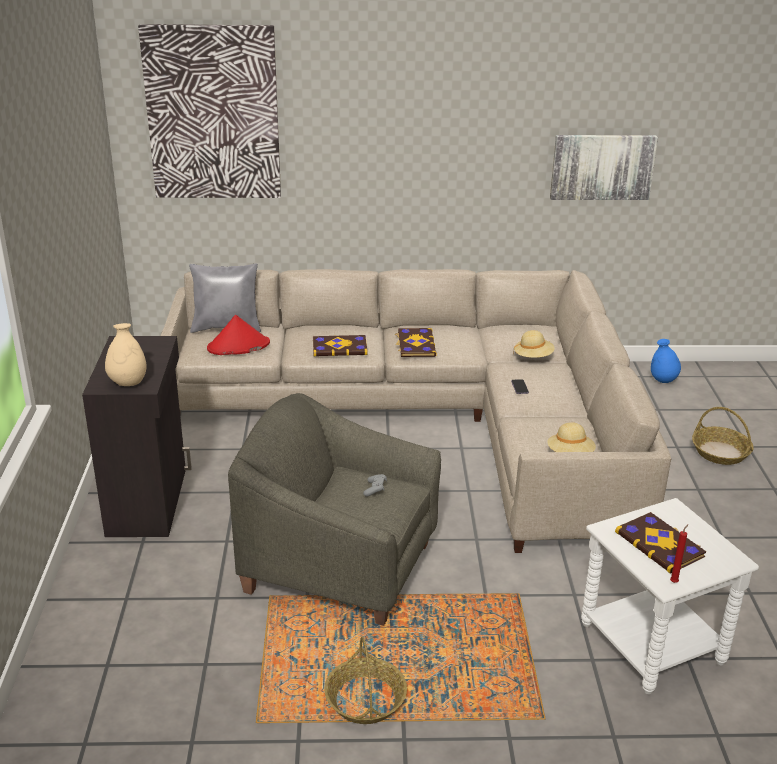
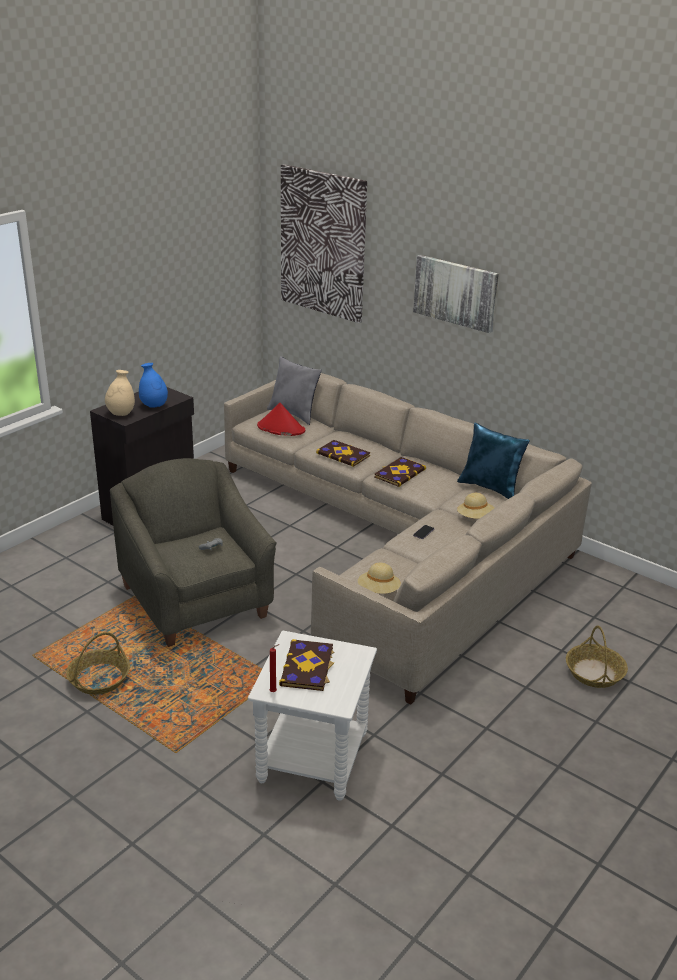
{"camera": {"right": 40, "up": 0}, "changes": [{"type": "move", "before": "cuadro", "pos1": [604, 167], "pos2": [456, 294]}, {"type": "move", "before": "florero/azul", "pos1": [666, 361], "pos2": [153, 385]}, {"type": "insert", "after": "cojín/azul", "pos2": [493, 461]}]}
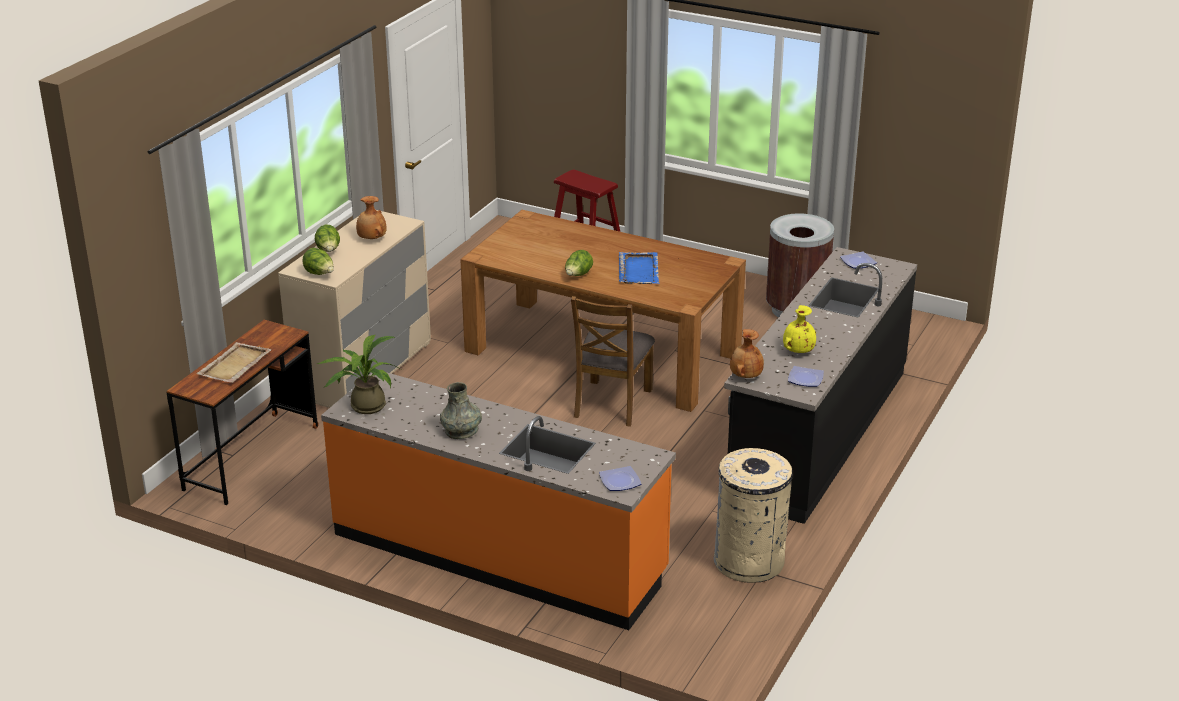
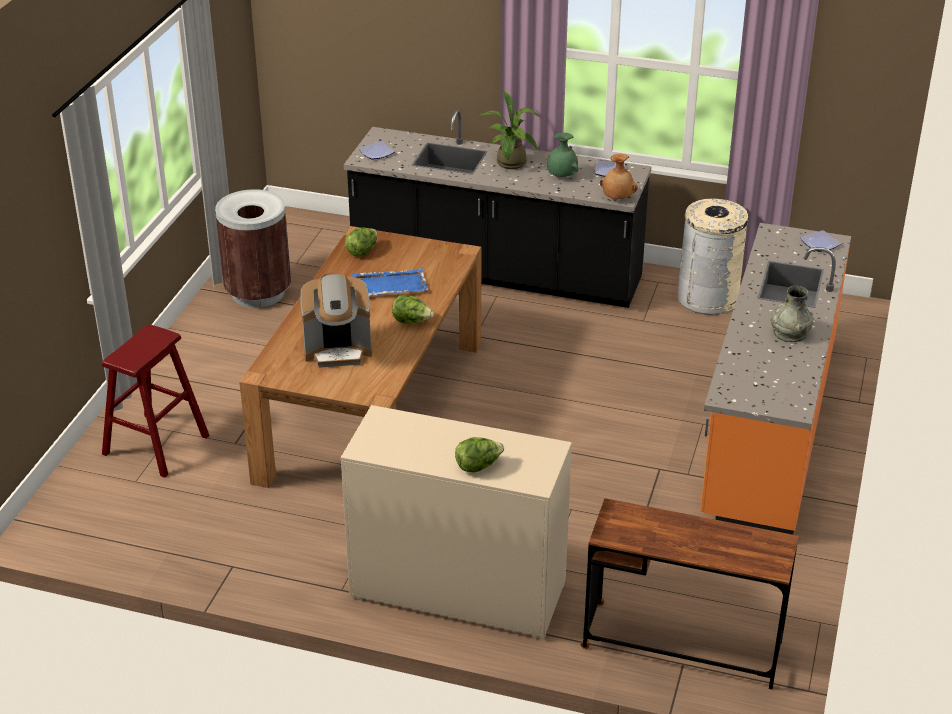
{"camera": {"right": -100, "up": 5}, "changes": [{"type": "delete", "before": "florero/marrón", "pos1": [371, 217]}, {"type": "move", "before": "lechuga", "pos1": [318, 261], "pos2": [361, 242]}, {"type": "delete", "before": "silla/marrón", "pos1": [613, 361]}, {"type": "recolor", "before": "florero/amarillo", "after": "florero/verde", "pos1": [799, 329], "pos2": [562, 155]}, {"type": "move", "before": "planta en maceta", "pos1": [359, 374], "pos2": [510, 130]}, {"type": "delete", "before": "bandeja/beis", "pos1": [234, 362]}, {"type": "insert", "after": "cafetera", "pos2": [336, 320]}]}
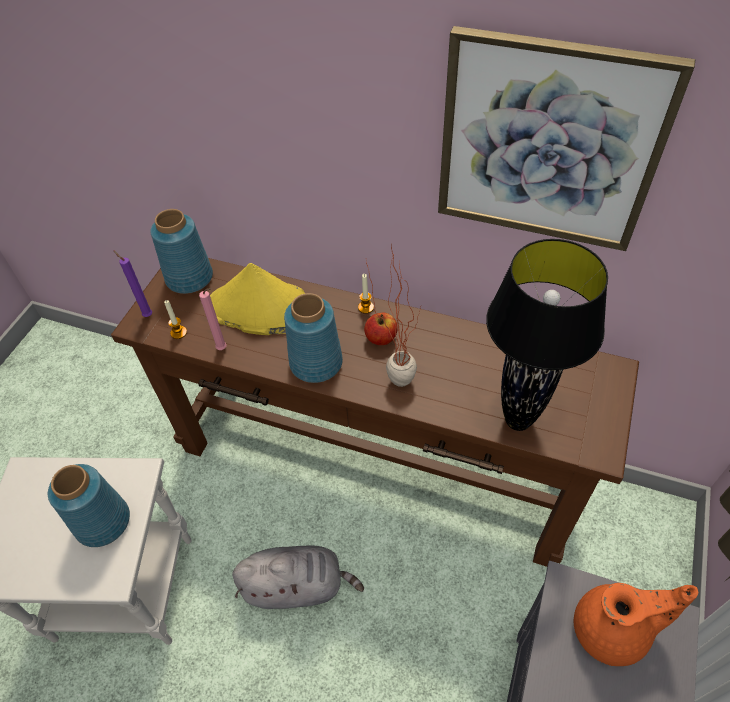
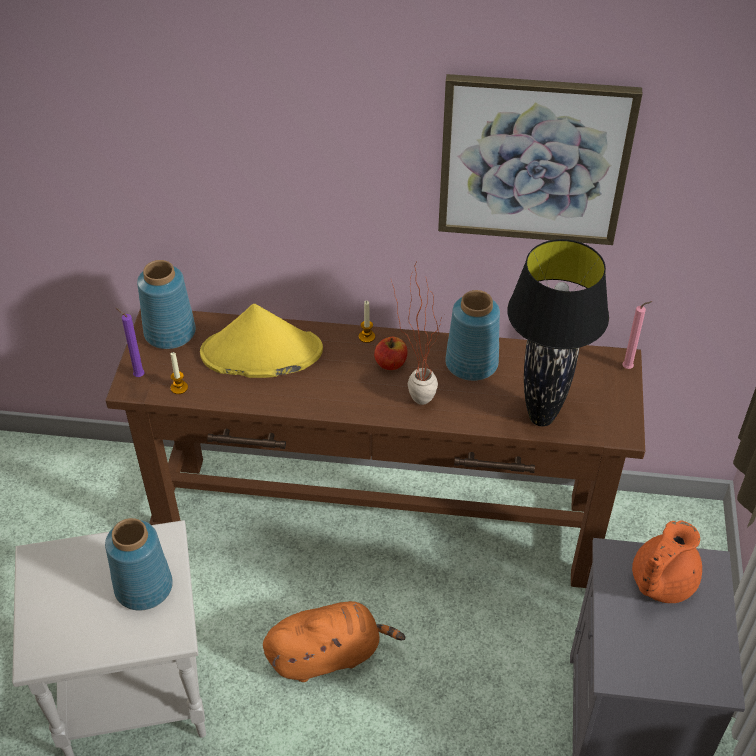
{"camera": {"right": -15, "up": -5}, "changes": [{"type": "move", "before": "vela/rosa", "pos1": [213, 319], "pos2": [637, 335]}, {"type": "move", "before": "florero/azul", "pos1": [313, 338], "pos2": [472, 335]}, {"type": "recolor", "before": "peluche/gris", "after": "peluche/naranja", "pos1": [298, 577], "pos2": [334, 641]}, {"type": "rotate", "before": "tetera/naranja", "pos1": [636, 624], "pos2": [667, 562], "turn": 150}]}
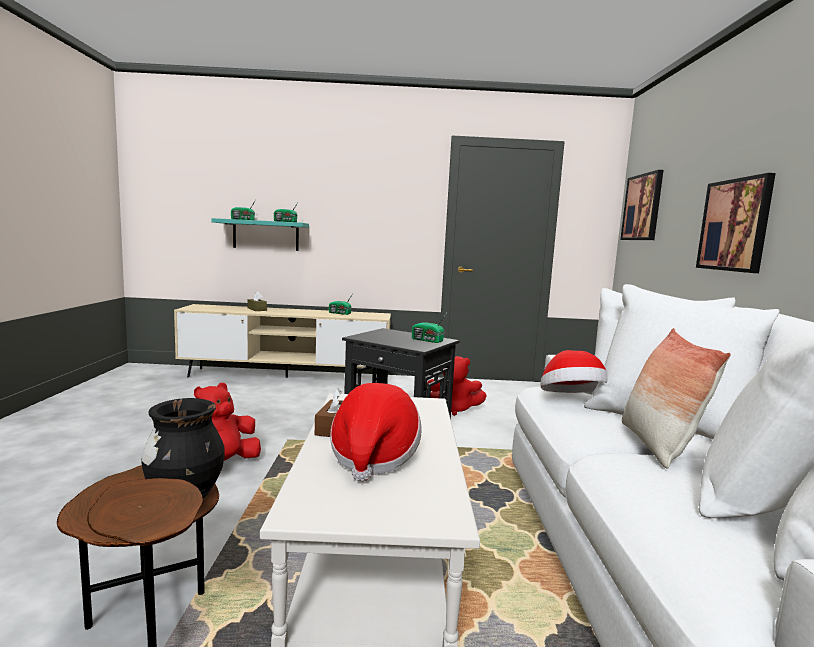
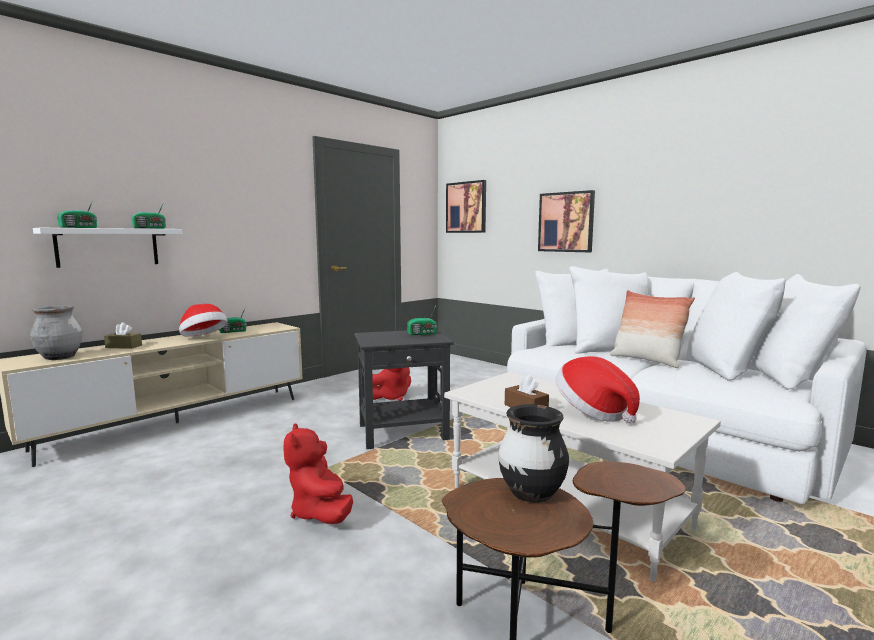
{"camera": {"right": -45, "up": 0}, "changes": [{"type": "recolor", "before": "estante/turquesa", "after": "estante/blanco", "pos1": [260, 234], "pos2": [107, 248]}, {"type": "move", "before": "sombrero", "pos1": [574, 371], "pos2": [203, 320]}, {"type": "insert", "after": "florero/gris", "pos2": [56, 332]}]}
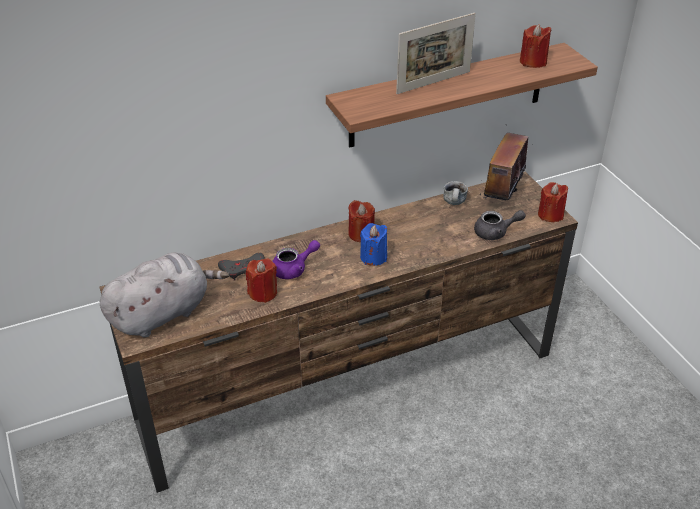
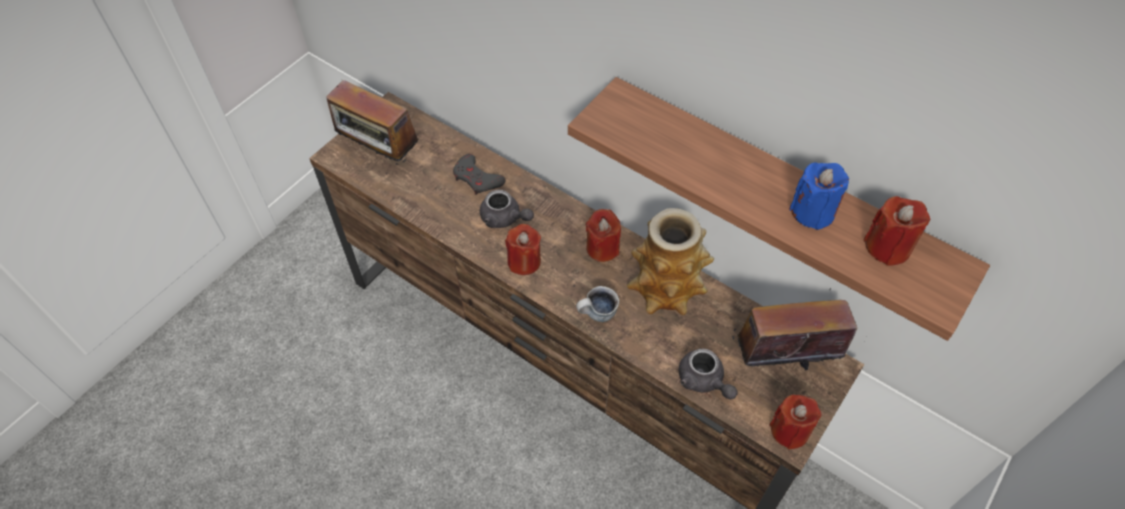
{"camera": {"right": 60, "up": 15}, "changes": [{"type": "delete", "before": "portarretratos", "pos1": [436, 53]}, {"type": "move", "before": "taza grande", "pos1": [455, 193], "pos2": [597, 304]}, {"type": "move", "before": "vela/azul", "pos1": [373, 244], "pos2": [819, 196]}, {"type": "recolor", "before": "tetera/morado", "after": "tetera/gris", "pos1": [296, 259], "pos2": [507, 209]}, {"type": "replace", "before": "peluche/gris", "after": "radio", "pos1": [164, 295], "pos2": [372, 122]}, {"type": "move", "before": "vela/rojo", "pos1": [261, 280], "pos2": [523, 249]}, {"type": "insert", "after": "florero", "pos2": [670, 261]}]}
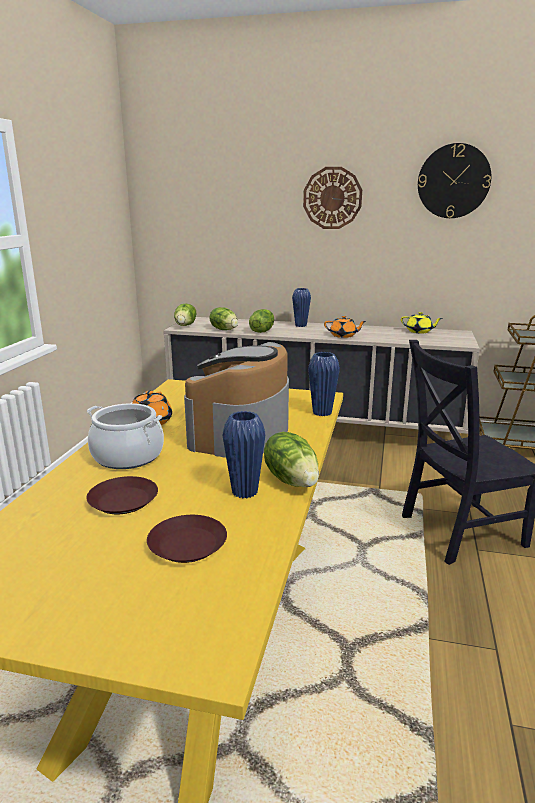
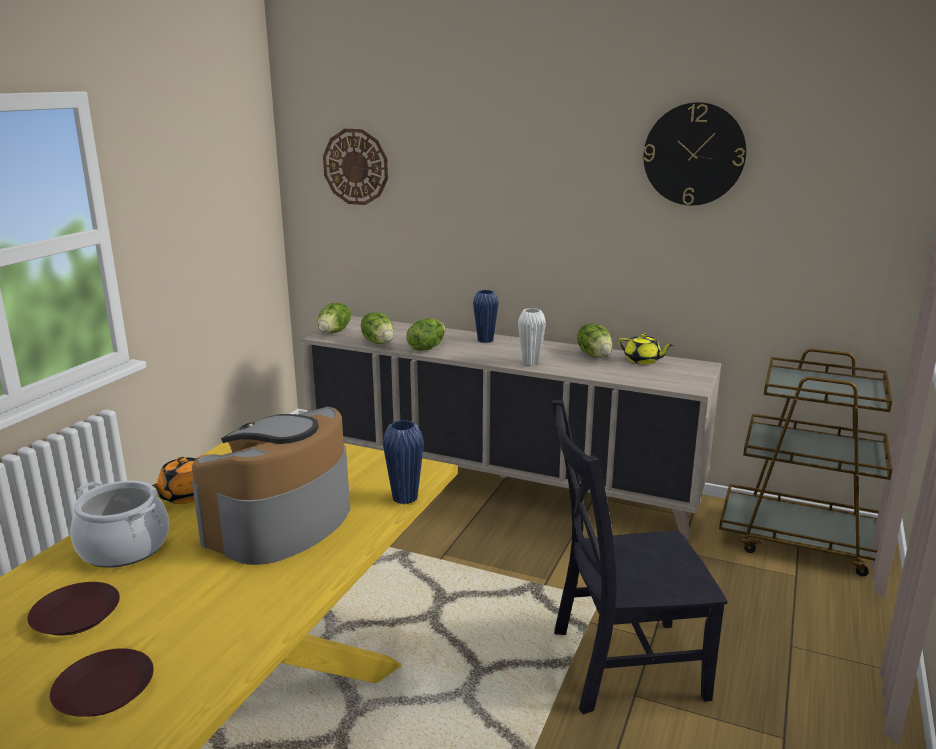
{"camera": {"right": 10, "up": 0}, "changes": [{"type": "move", "before": "reloj de pared", "pos1": [332, 198], "pos2": [355, 167]}, {"type": "replace", "before": "tetera/naranja", "after": "florero/blanco", "pos1": [345, 327], "pos2": [532, 337]}, {"type": "delete", "before": "florero/azul", "pos1": [243, 454]}, {"type": "move", "before": "lechuga", "pos1": [291, 459], "pos2": [595, 340]}]}
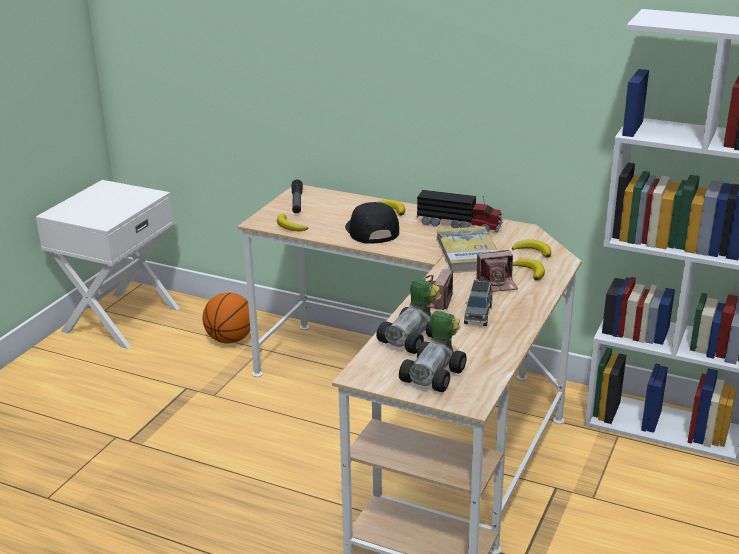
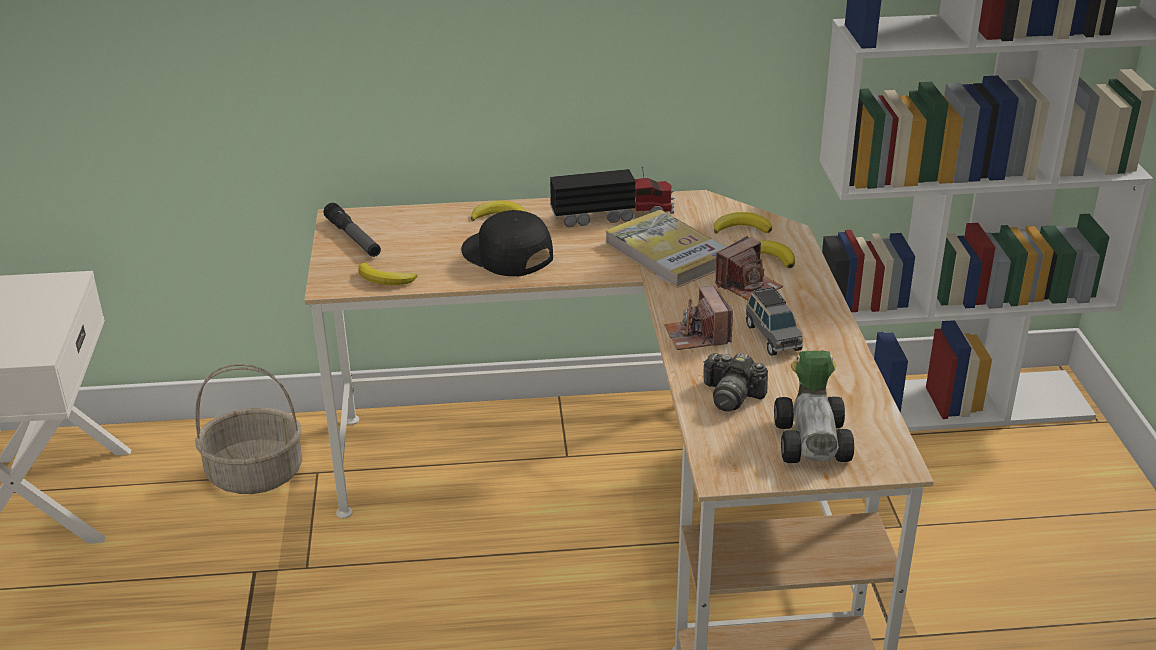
{"camera": {"right": -30, "up": 5}, "changes": [{"type": "replace", "before": "coche de juguete", "after": "cámara", "pos1": [408, 316], "pos2": [735, 382]}, {"type": "replace", "before": "balón de baloncesto", "after": "cesta", "pos1": [226, 318], "pos2": [248, 429]}]}
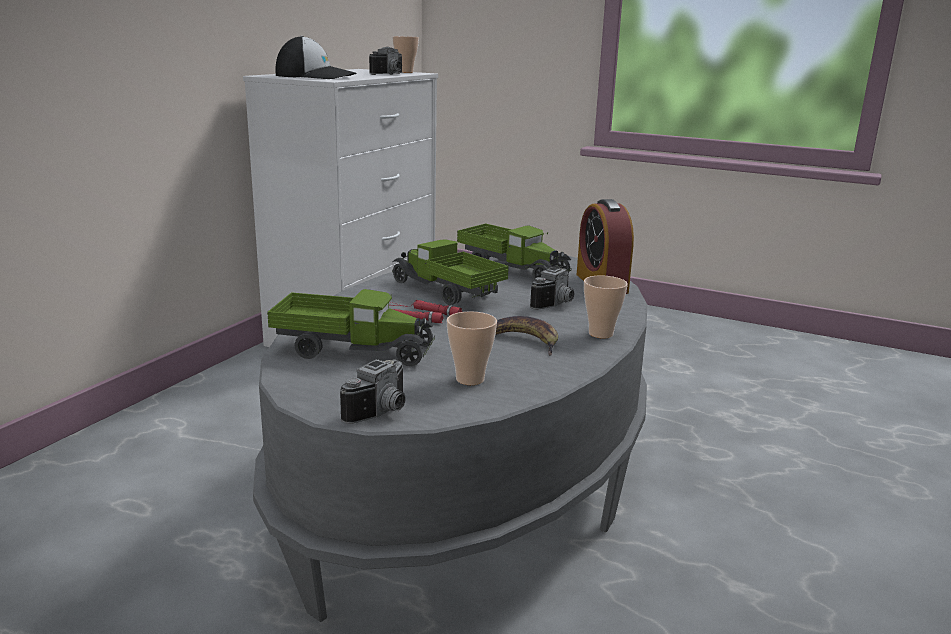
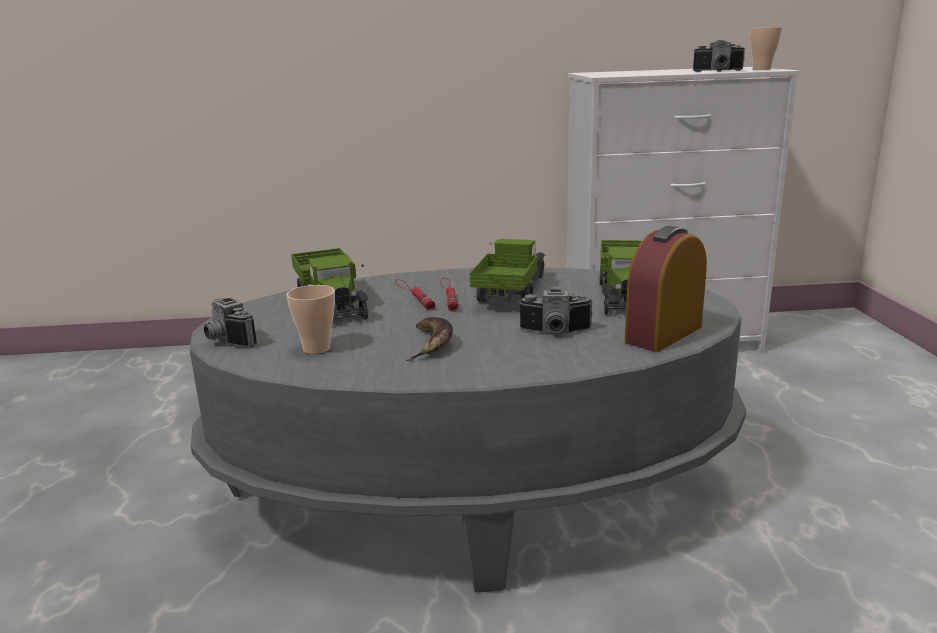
{"camera": {"right": 60, "up": 0}, "changes": [{"type": "delete", "before": "gorra", "pos1": [316, 57]}, {"type": "delete", "before": "taza", "pos1": [606, 307]}, {"type": "rotate", "before": "cámara", "pos1": [373, 391], "pos2": [230, 322], "turn": 45}]}
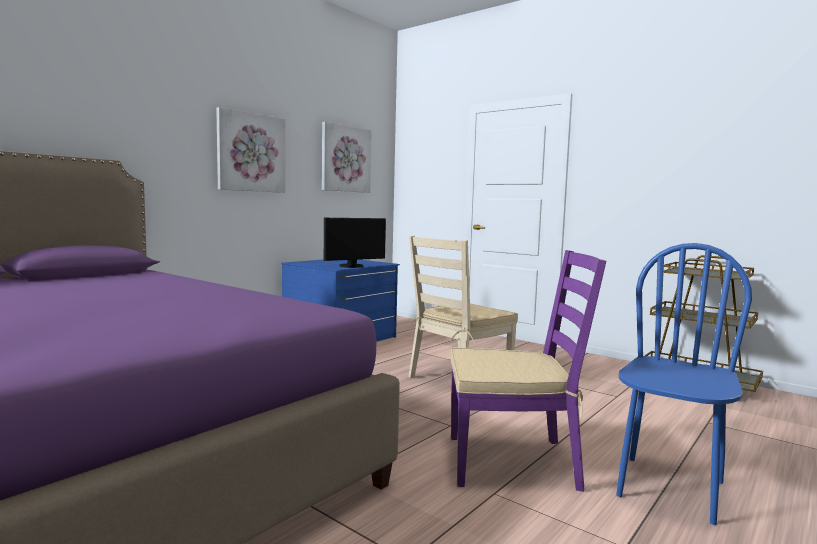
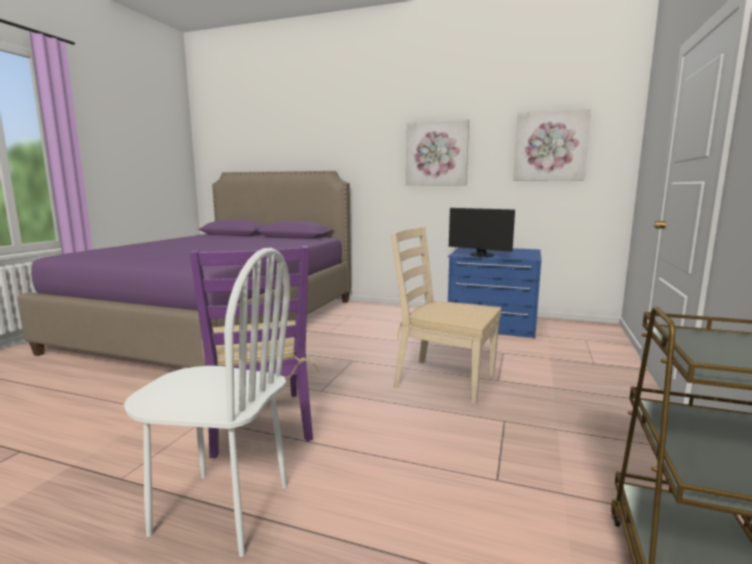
{"camera": {"right": 70, "up": 5}, "changes": [{"type": "recolor", "before": "silla/azul", "after": "silla/blanco", "pos1": [684, 384], "pos2": [207, 402]}]}
